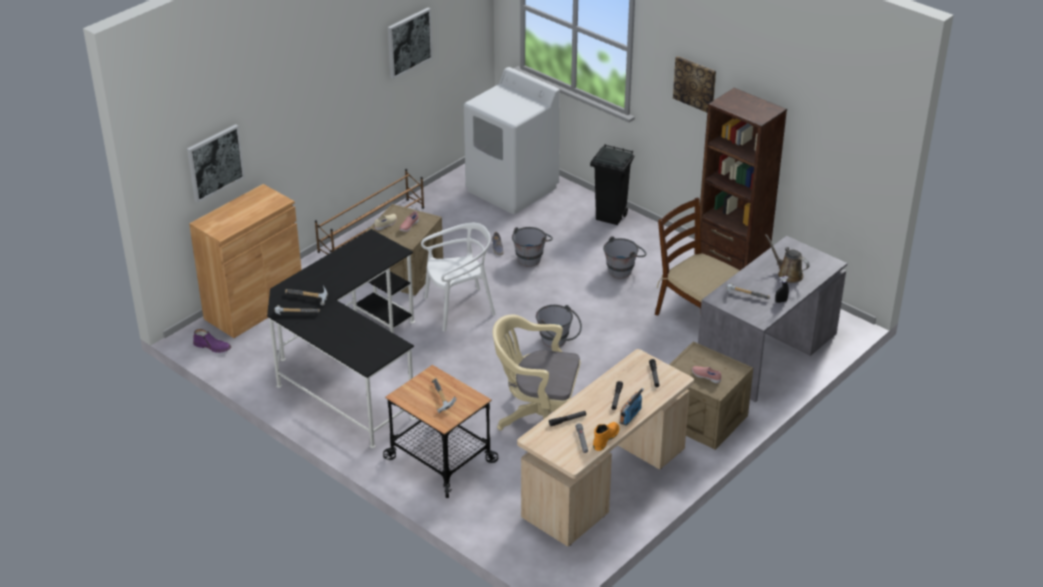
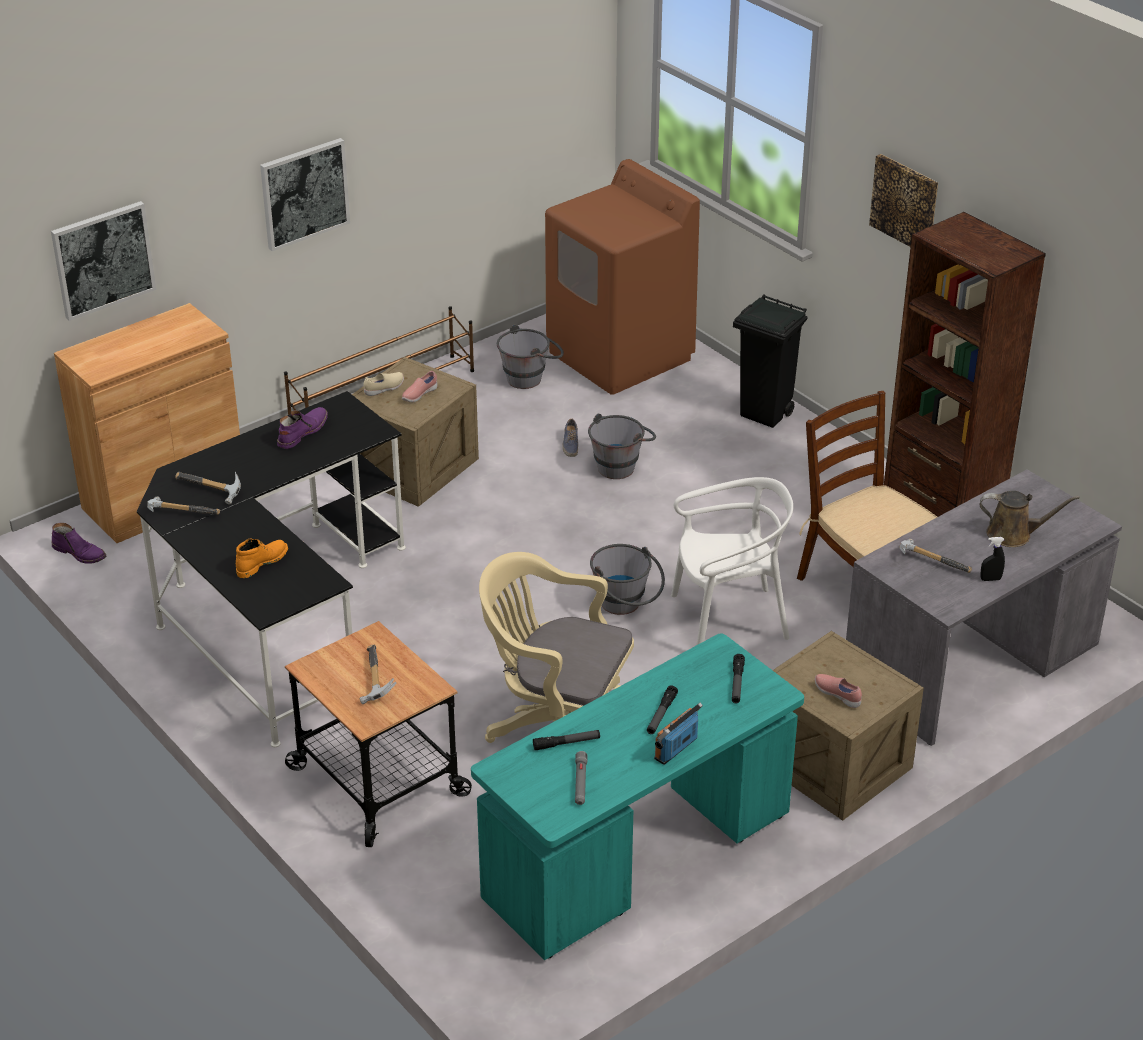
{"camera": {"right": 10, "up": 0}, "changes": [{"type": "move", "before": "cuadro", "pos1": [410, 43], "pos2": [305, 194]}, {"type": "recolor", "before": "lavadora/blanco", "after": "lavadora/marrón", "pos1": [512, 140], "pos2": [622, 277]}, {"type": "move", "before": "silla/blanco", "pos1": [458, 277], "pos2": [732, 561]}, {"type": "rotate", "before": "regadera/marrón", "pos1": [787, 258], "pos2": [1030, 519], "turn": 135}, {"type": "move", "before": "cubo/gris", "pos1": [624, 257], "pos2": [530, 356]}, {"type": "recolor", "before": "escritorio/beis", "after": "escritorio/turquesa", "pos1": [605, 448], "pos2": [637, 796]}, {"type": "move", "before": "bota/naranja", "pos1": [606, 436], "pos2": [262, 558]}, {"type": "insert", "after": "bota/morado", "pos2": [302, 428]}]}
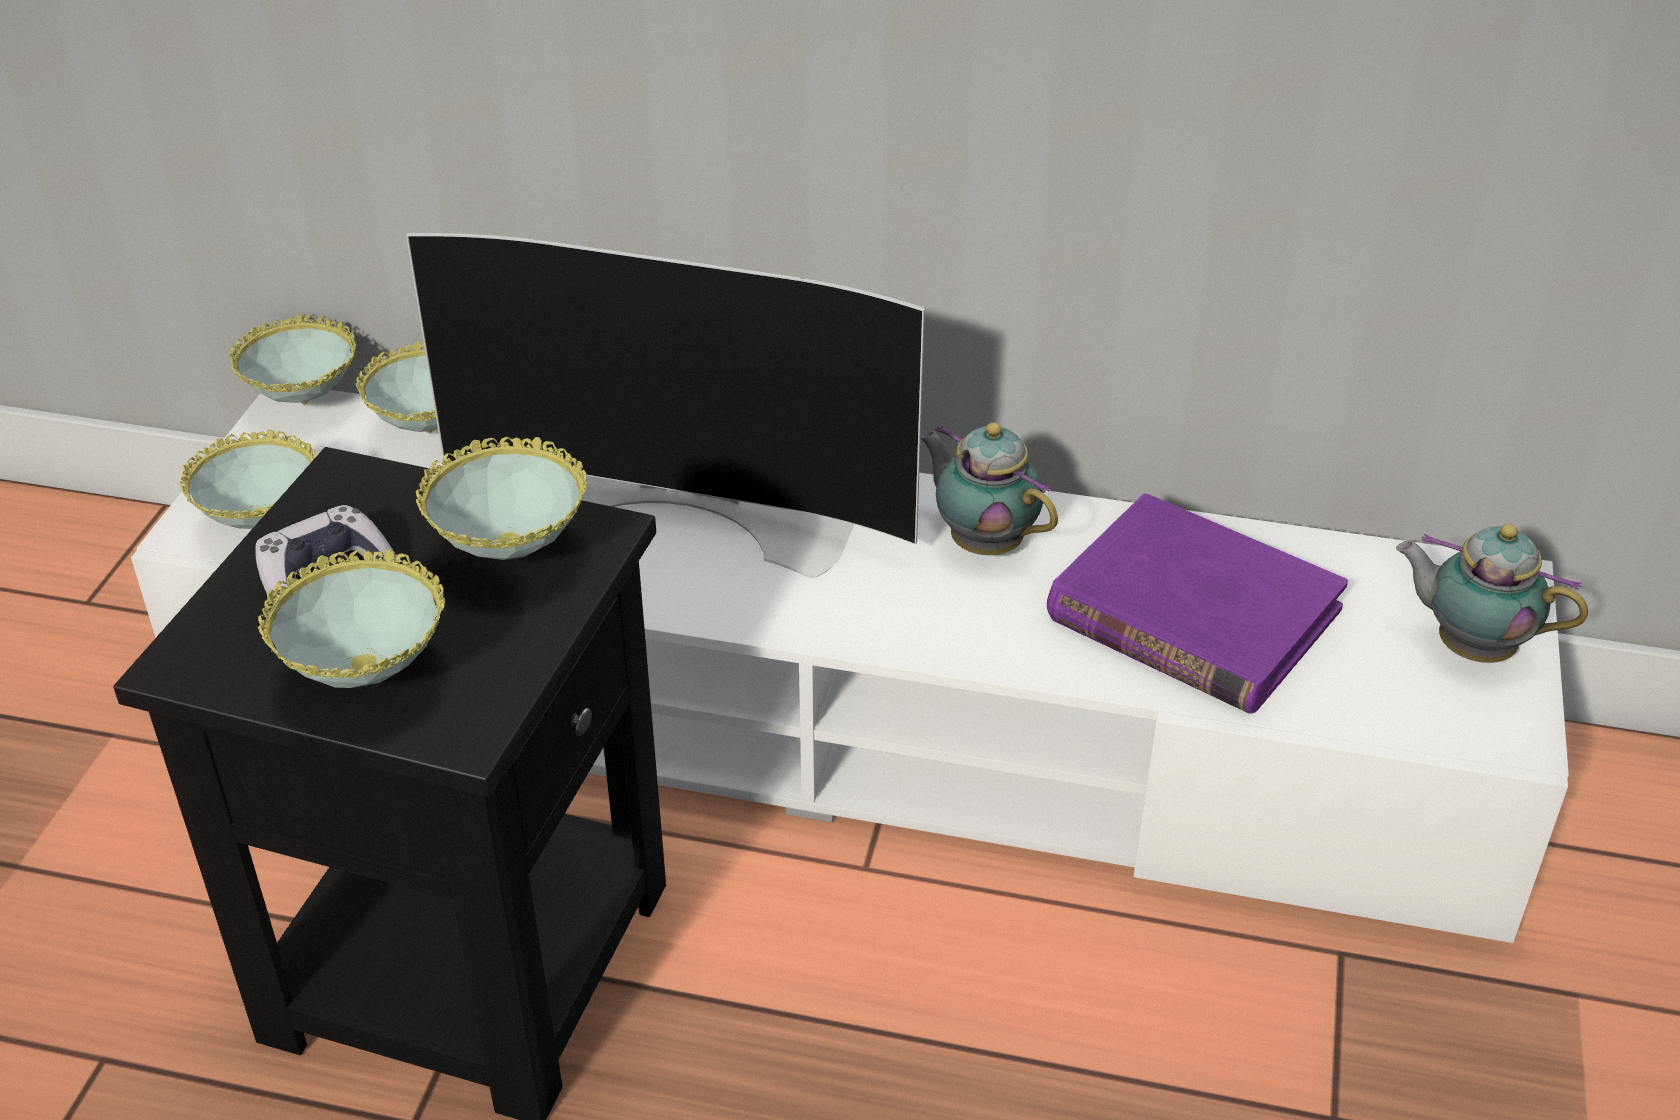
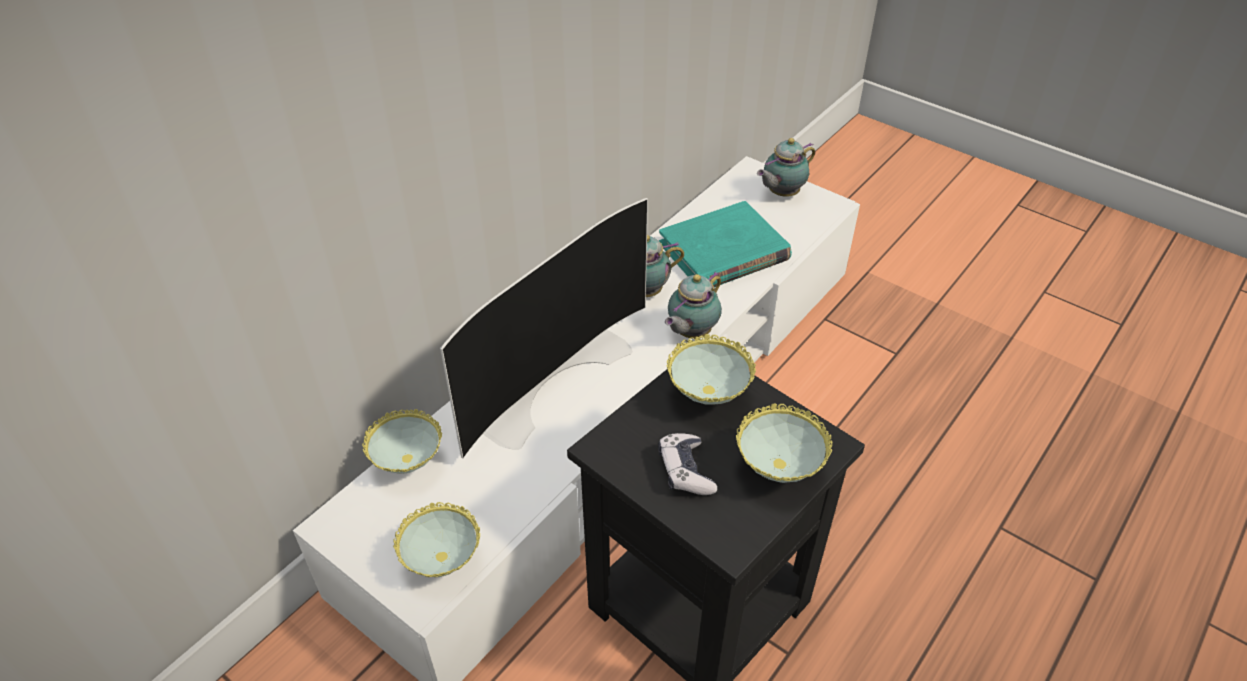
{"camera": {"right": -65, "up": 5}, "changes": [{"type": "delete", "before": "cuenco", "pos1": [292, 359]}, {"type": "recolor", "before": "libro/morado", "after": "libro/turquesa", "pos1": [1197, 603], "pos2": [725, 244]}, {"type": "insert", "after": "tetera", "pos2": [693, 305]}]}
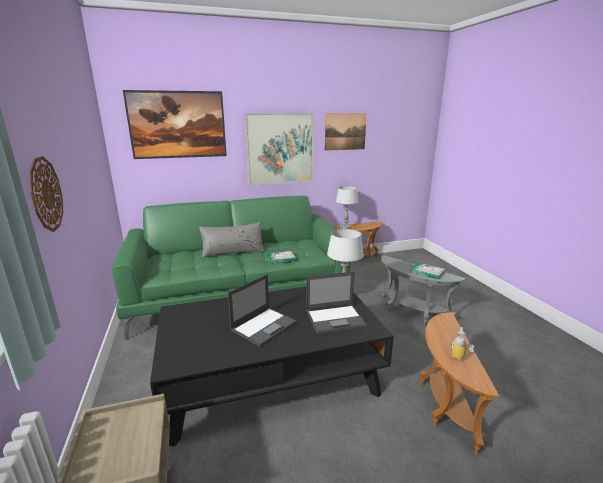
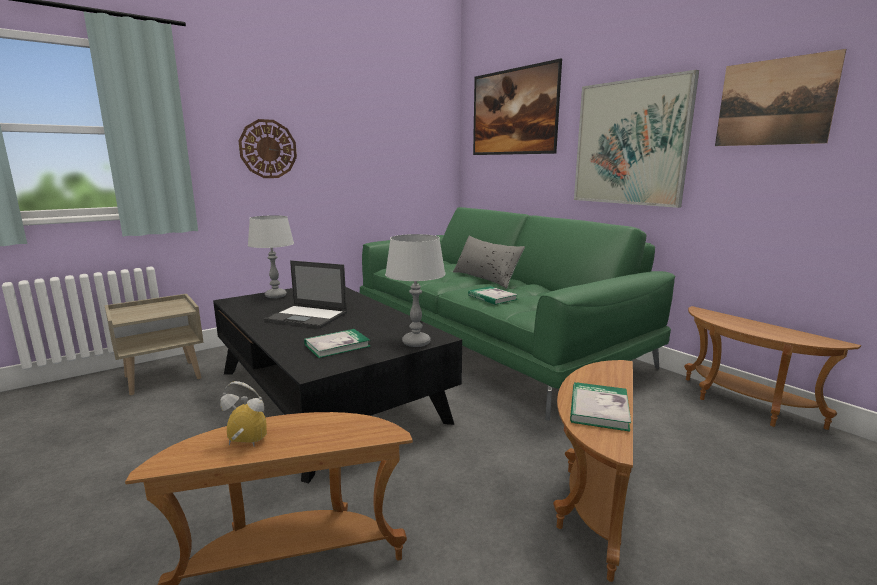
{"camera": {"right": 70, "up": -5}, "changes": [{"type": "move", "before": "lámpara de mesa/gris", "pos1": [347, 207], "pos2": [271, 256]}, {"type": "recolor", "before": "mesa auxiliar/gris", "after": "mesa auxiliar/marrón", "pos1": [423, 290], "pos2": [593, 471]}, {"type": "replace", "before": "portátil", "after": "libro", "pos1": [336, 303], "pos2": [337, 343]}]}
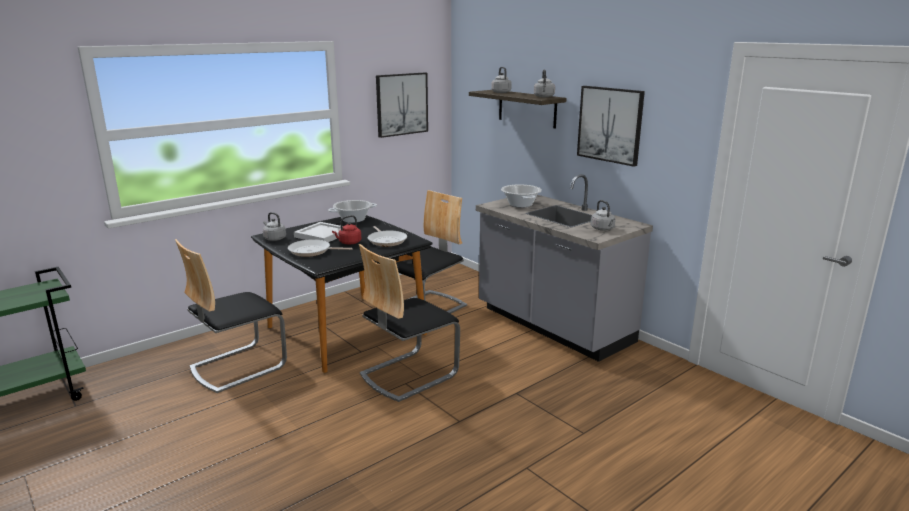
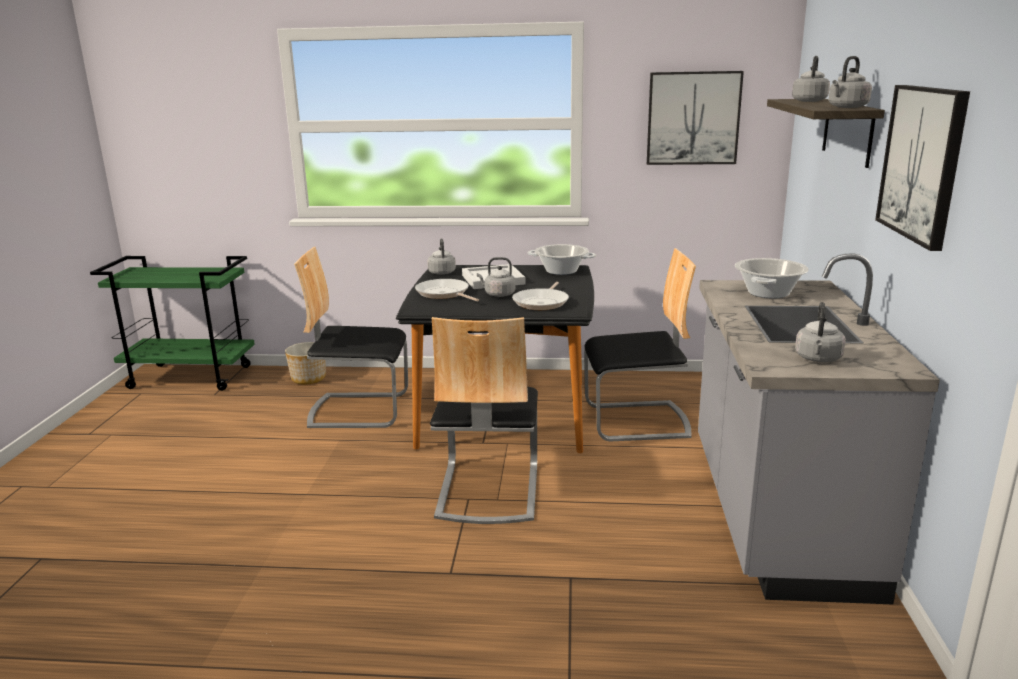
{"camera": {"right": 45, "up": 0}, "changes": [{"type": "recolor", "before": "hervidor/rojo", "after": "hervidor/gris", "pos1": [346, 230], "pos2": [496, 277]}, {"type": "rotate", "before": "silla", "pos1": [409, 323], "pos2": [484, 420], "turn": -90}, {"type": "insert", "after": "maceta", "pos2": [305, 363]}]}
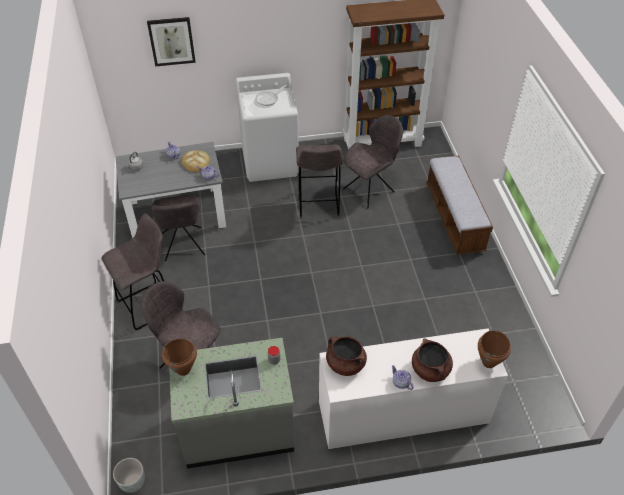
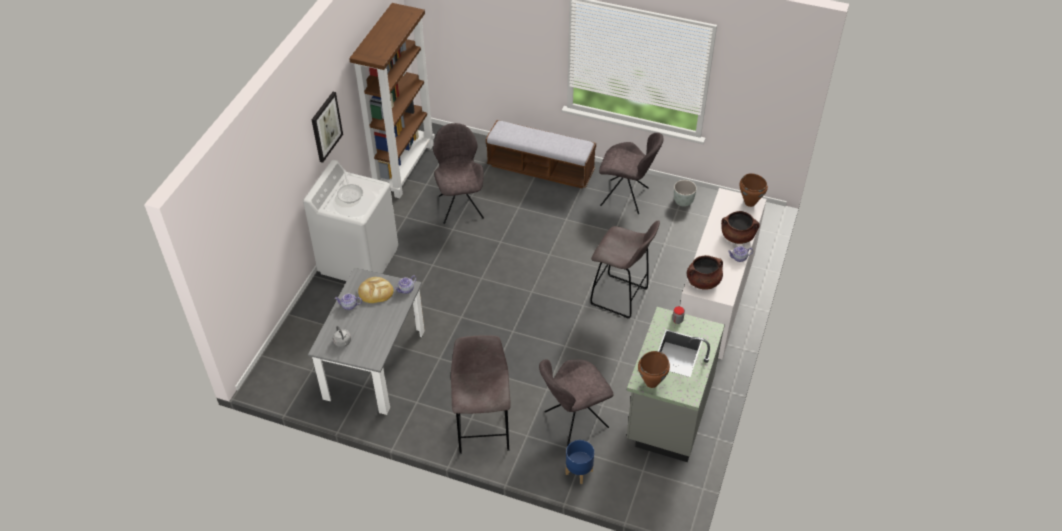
{"camera": {"right": -60, "up": 0}, "changes": [{"type": "move", "before": "cuadro", "pos1": [171, 41], "pos2": [327, 127]}, {"type": "move", "before": "taburete/gris", "pos1": [319, 181], "pos2": [625, 269]}, {"type": "move", "before": "silla/gris", "pos1": [178, 228], "pos2": [631, 173]}, {"type": "move", "before": "maceta/gris", "pos1": [129, 475], "pos2": [685, 193]}, {"type": "insert", "after": "maceta/azul", "pos2": [580, 462]}]}
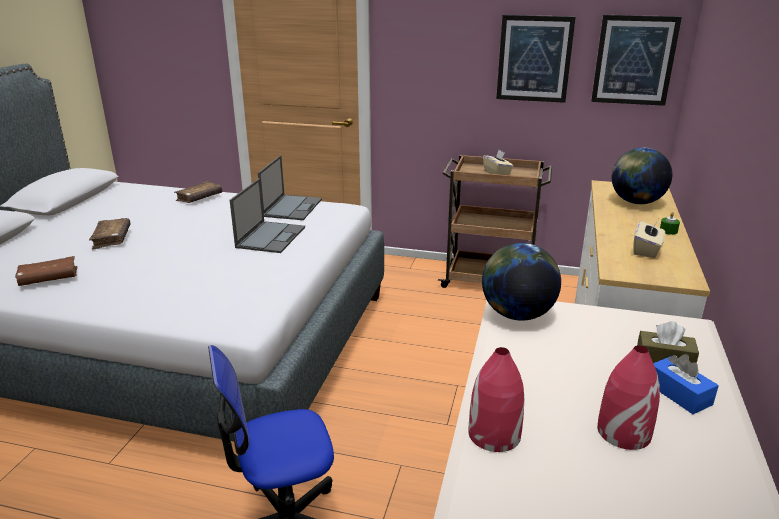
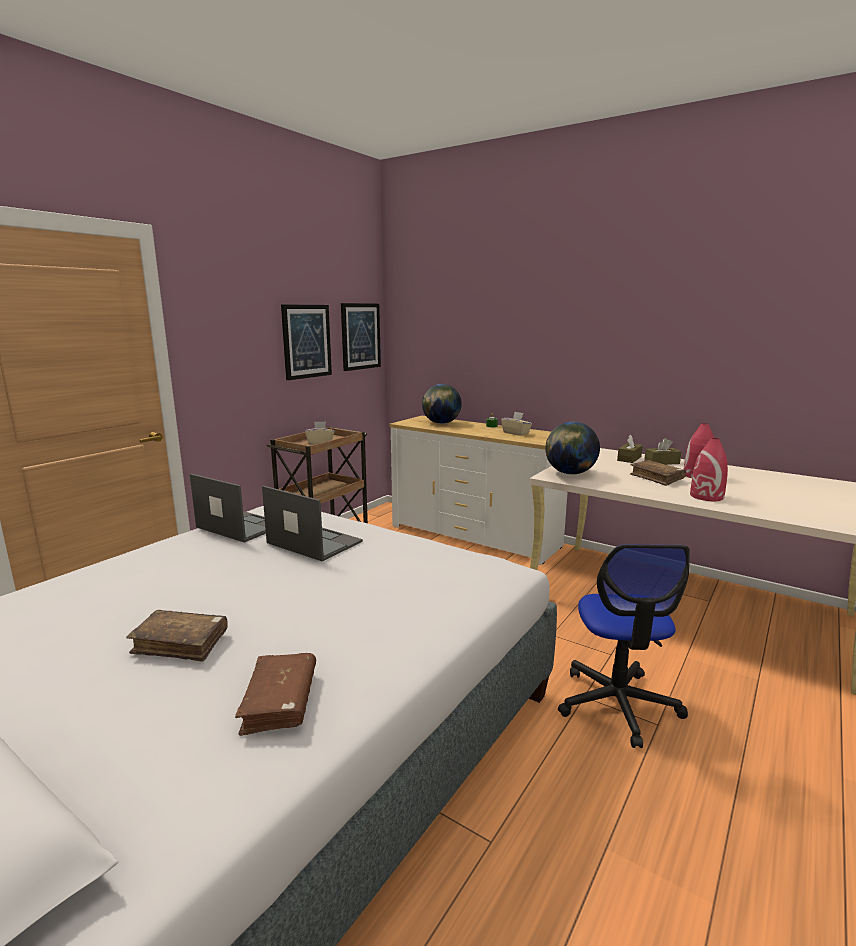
{"camera": {"right": -70, "up": -10}, "changes": [{"type": "move", "before": "libro/marrón", "pos1": [198, 192], "pos2": [658, 473]}, {"type": "recolor", "before": "caja de pañuelos/azul", "after": "caja de pañuelos/marrón", "pos1": [686, 384], "pos2": [662, 451]}]}
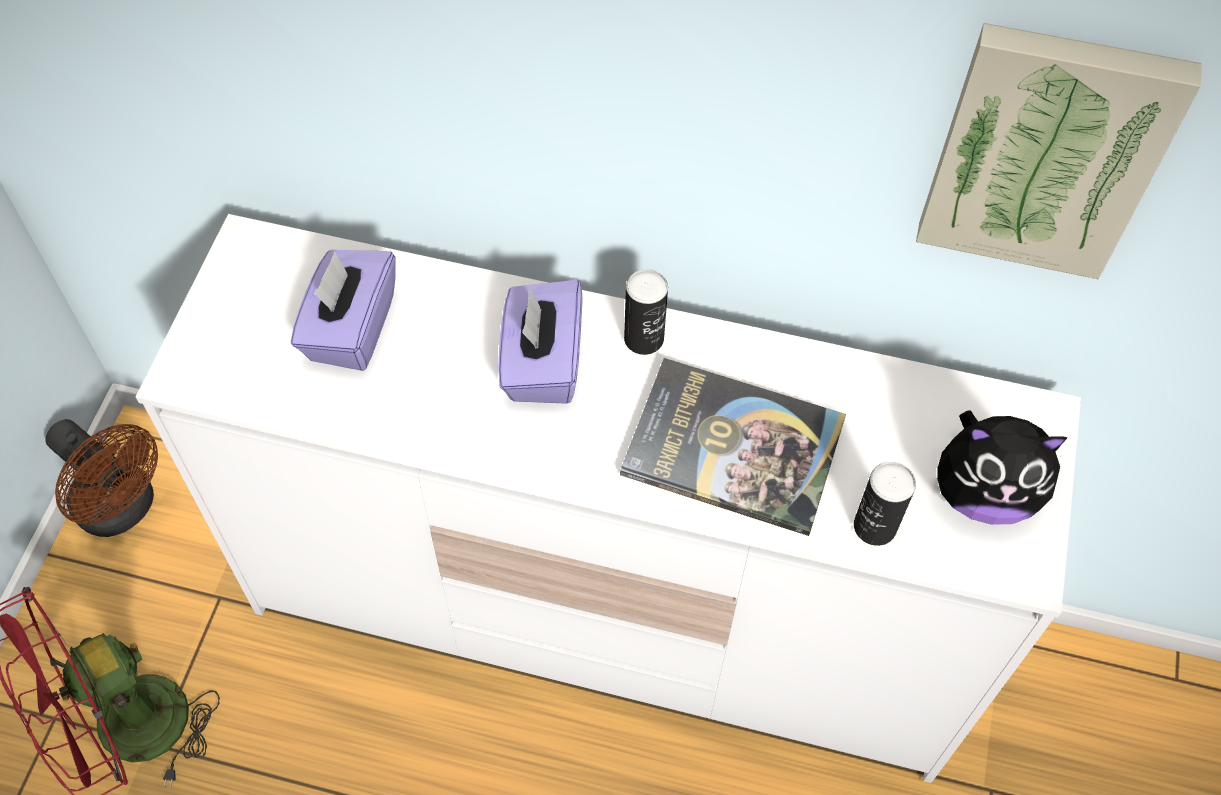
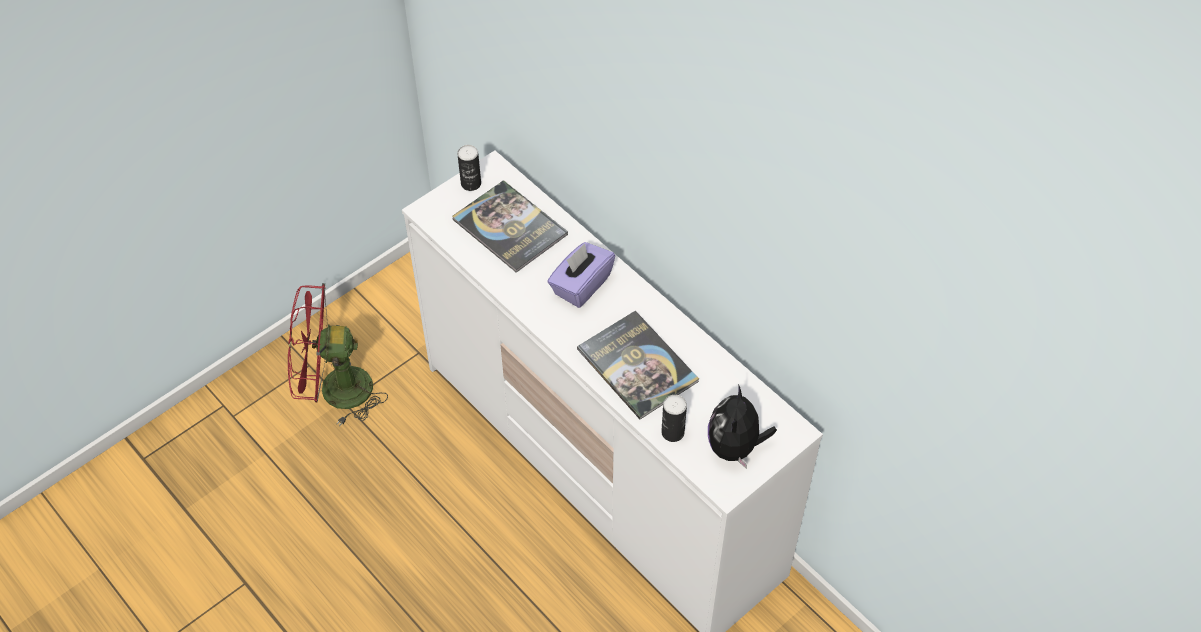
{"camera": {"right": 35, "up": -5}, "changes": [{"type": "delete", "before": "cuadro", "pos1": [1059, 151]}, {"type": "replace", "before": "caja de pañuelos/morado", "after": "libro", "pos1": [343, 310], "pos2": [510, 226]}, {"type": "move", "before": "lata", "pos1": [646, 312], "pos2": [469, 168]}, {"type": "rotate", "before": "peluche", "pos1": [1002, 467], "pos2": [742, 426], "turn": 60}, {"type": "delete", "before": "ventilador/marrón", "pos1": [101, 478]}]}
